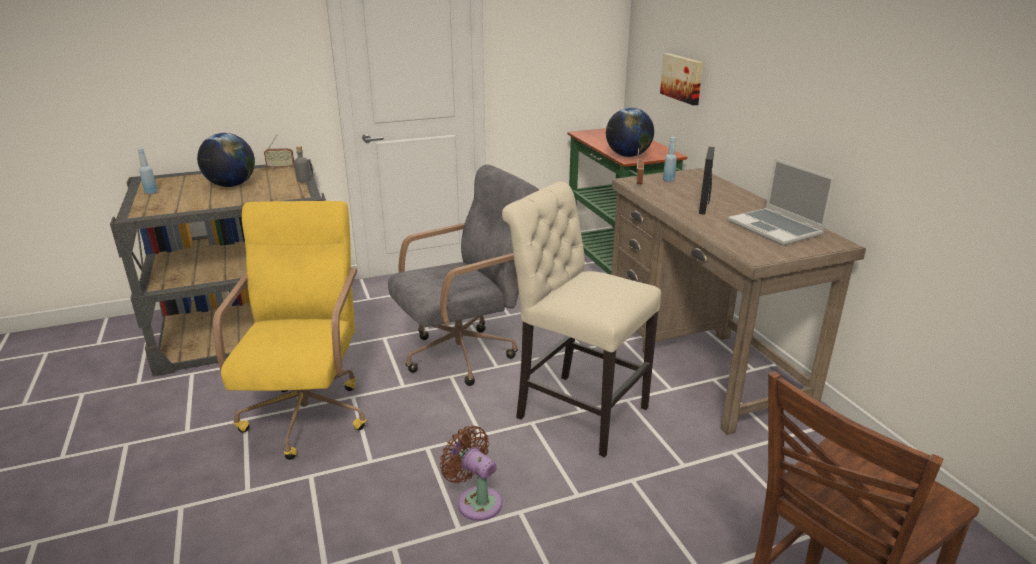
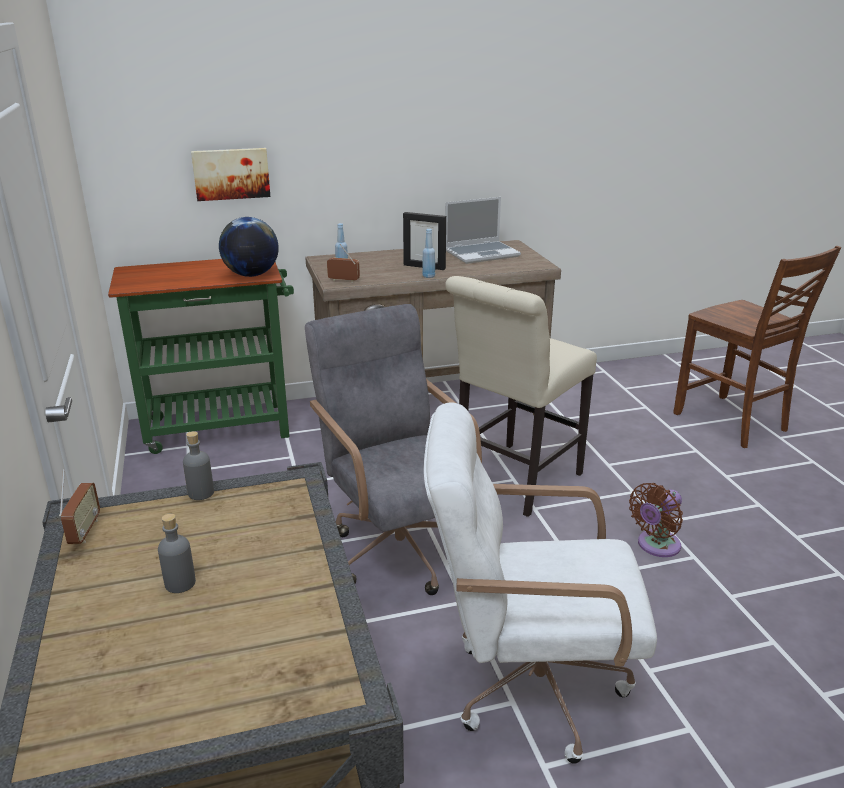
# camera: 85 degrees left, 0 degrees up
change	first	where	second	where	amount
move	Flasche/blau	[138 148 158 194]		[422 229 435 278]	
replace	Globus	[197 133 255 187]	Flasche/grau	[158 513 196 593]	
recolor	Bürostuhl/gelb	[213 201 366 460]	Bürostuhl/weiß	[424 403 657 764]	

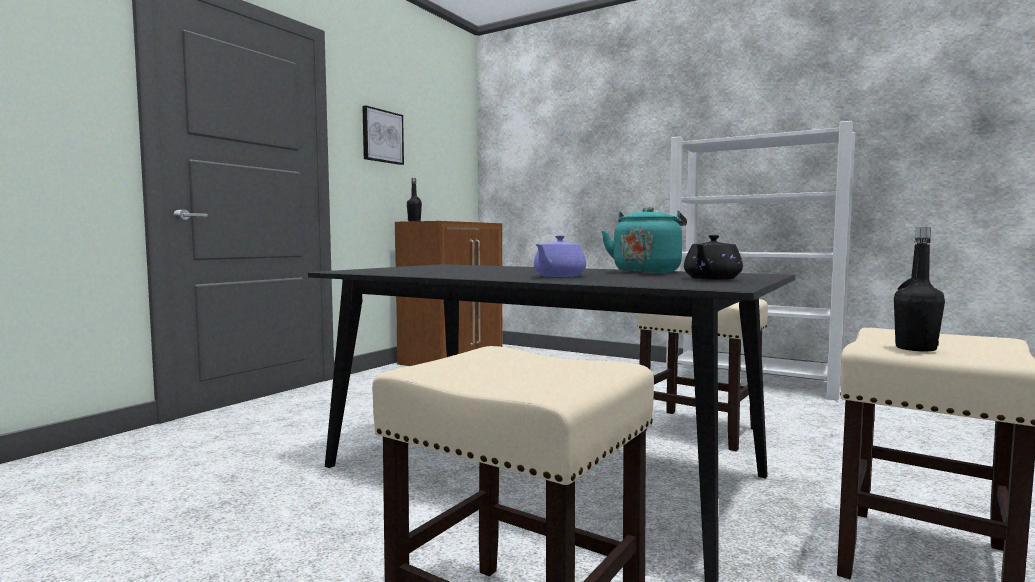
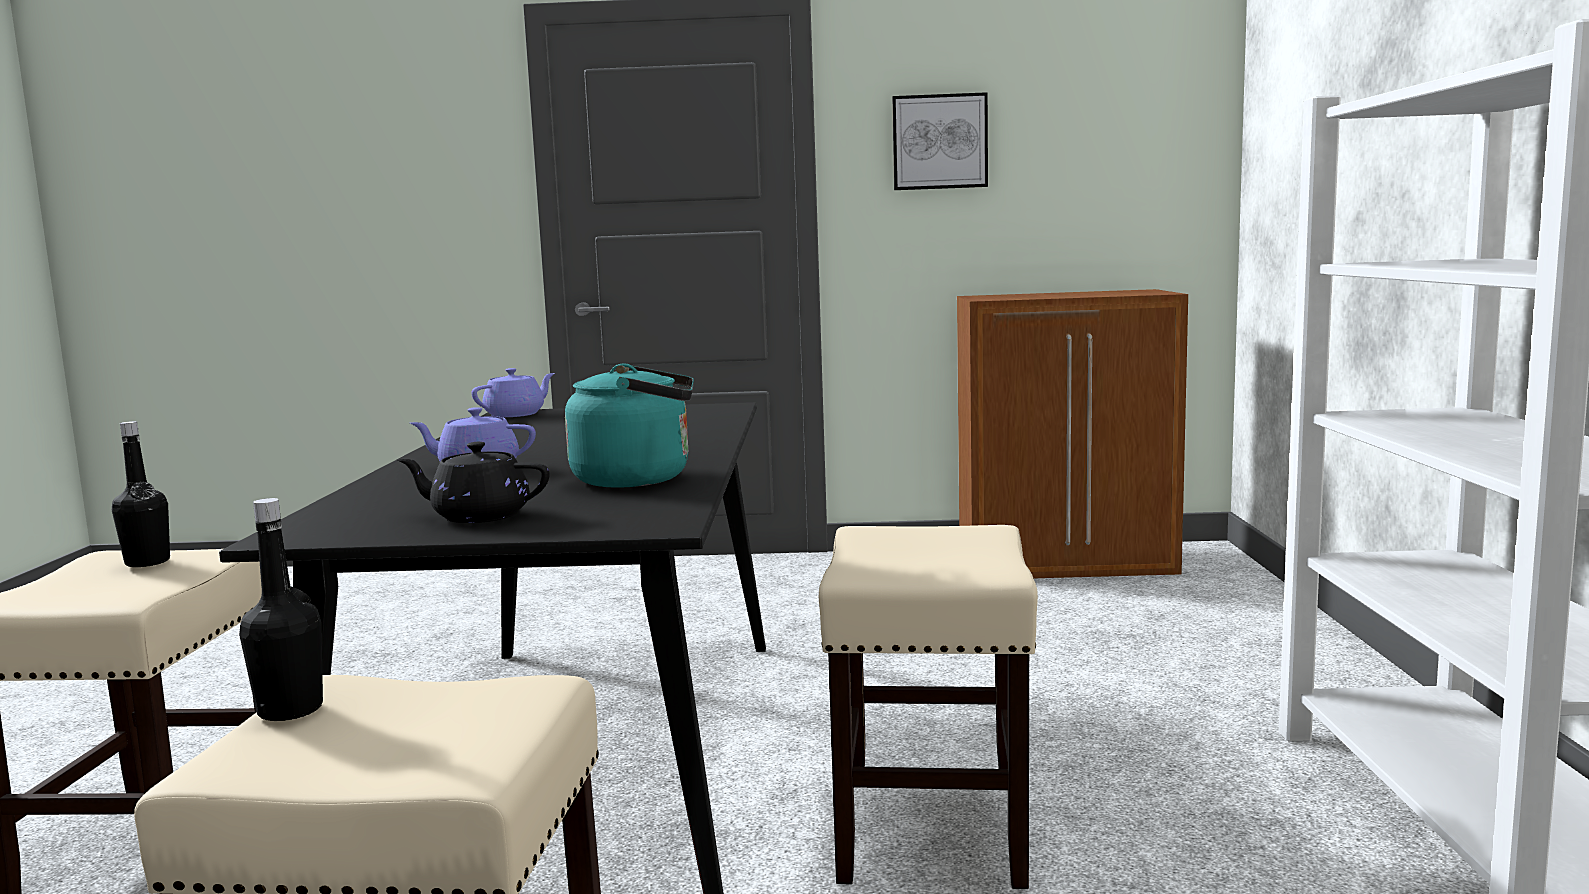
# camera: 60 degrees right, 5 degrees up
change	first	where	second	where	amount
move	Flasche/schwarz	[407 178 422 221]		[112 421 170 567]	
insert			Teekanne/lila	[471 368 555 417]	

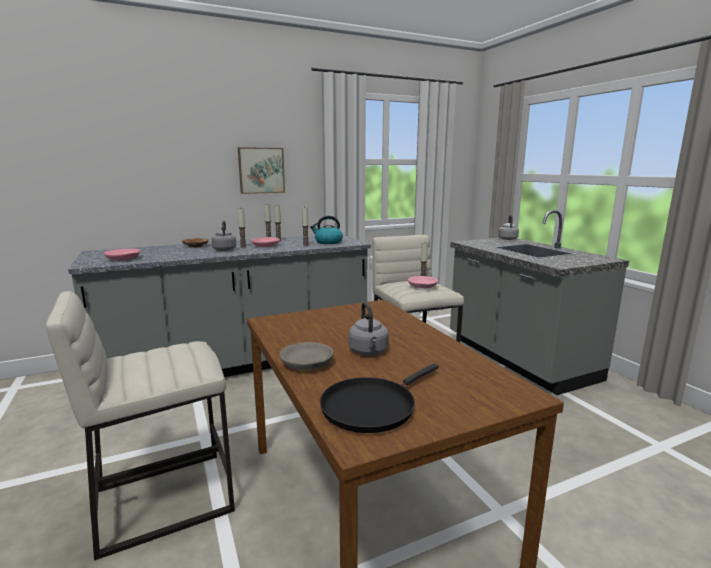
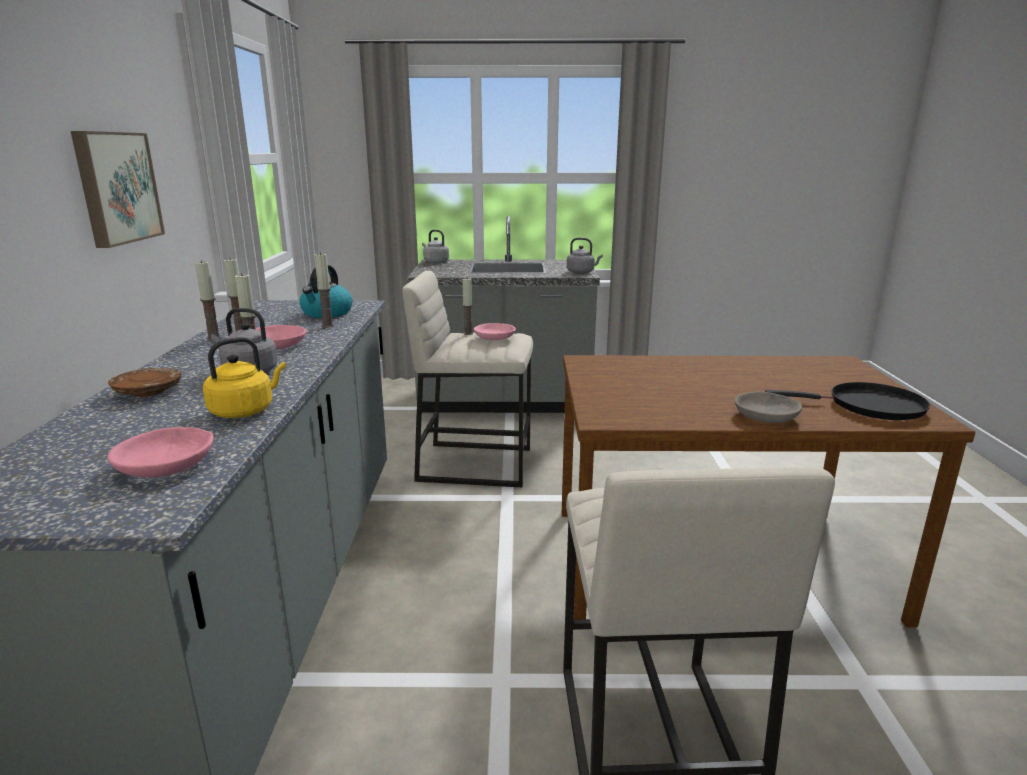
# camera: 65 degrees left, 5 degrees up
change	first	where	second	where	amount
rotate	Pfanne/schwarz	[320 364 439 433]		[765 382 930 420]	60 degrees counterclockwise
move	Wasserkessel/grau	[349 302 389 355]		[567 238 603 274]	
insert			Wasserkessel/gelb	[203 337 286 418]	

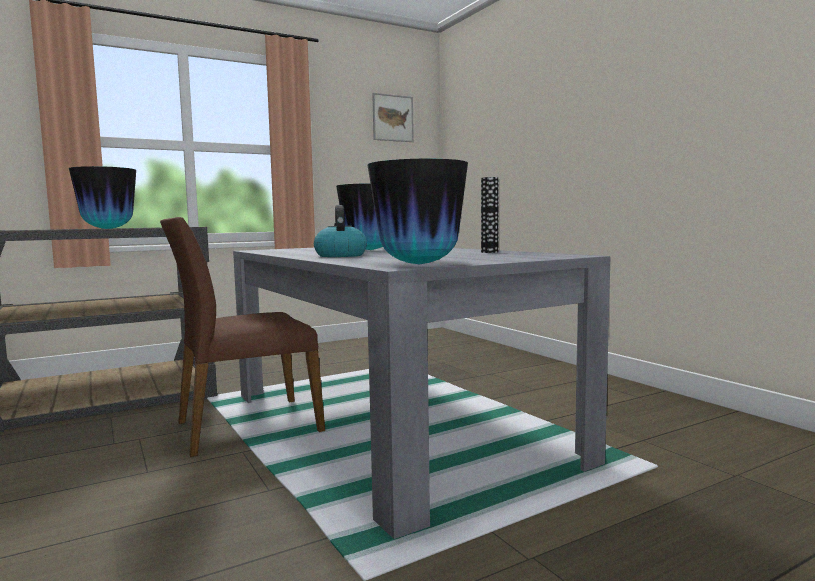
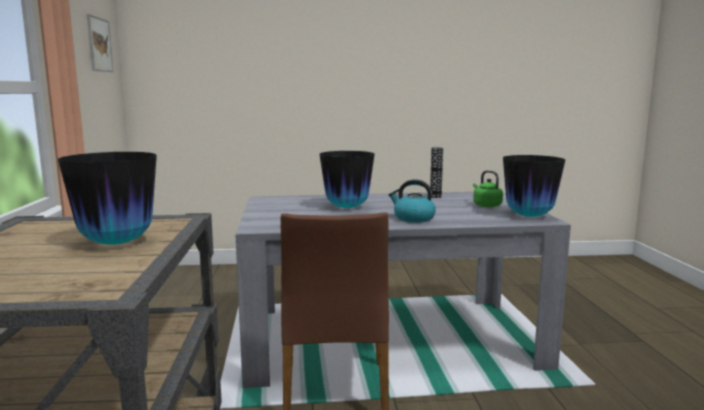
# camera: 65 degrees left, 5 degrees up
change	first	where	second	where	amount
insert			Wasserkessel/grün	[473 170 503 207]	

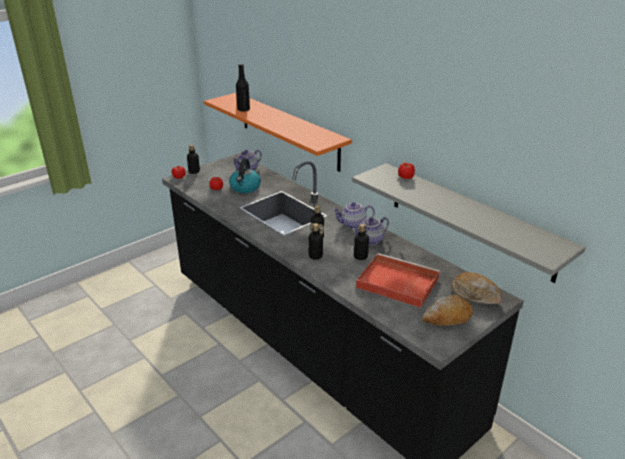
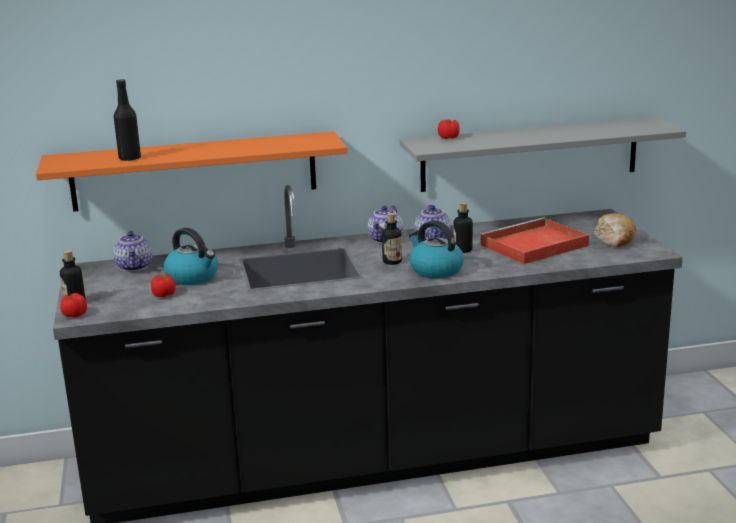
# camera: 60 degrees left, 10 degrees down
change	first	where	second	where	amount
replace	Flasche	[308 223 323 260]	Wasserkessel	[408 220 464 278]	
delete	Brot	[452 272 502 304]			

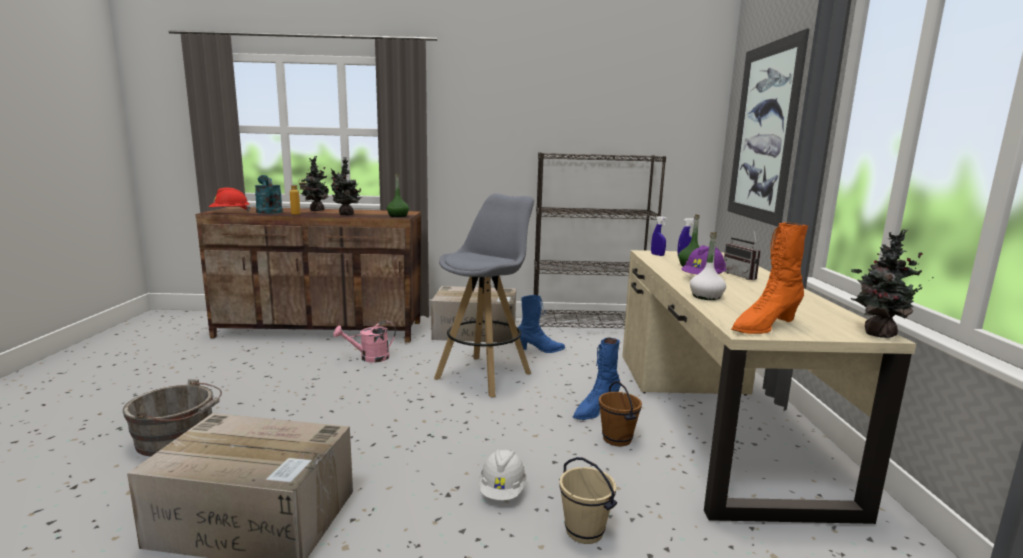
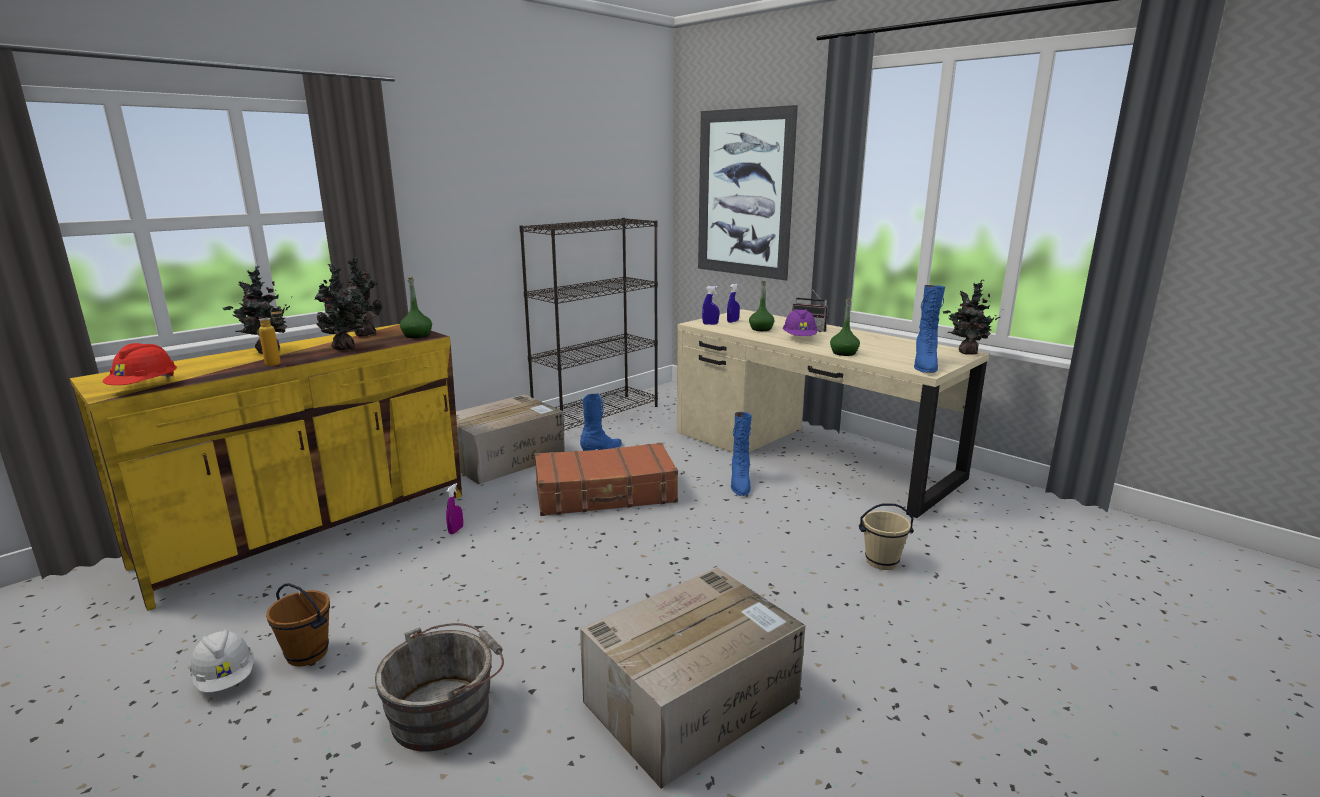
# camera: 45 degrees left, 5 degrees up
change	first	where	second	where	amount
recolor	Schrank/braun	[195 207 421 342]	Schrank/gelb	[70 324 462 611]	
delete	Gießkanne/türkis	[255 175 283 214]			
replace	Gießkanne/rosa	[333 321 396 362]	Sprühflasche/lila	[446 483 463 534]	
replace	Hocker/grau	[434 193 534 397]	Koffer/braun	[535 443 678 516]	
move	Schutzhelm/weiß	[479 449 527 500]		[189 630 254 693]	
move	Eimer/braun	[599 381 642 446]		[266 583 330 666]	
recolor	Flasche/weiß	[690 232 726 300]	Flasche/grün	[830 298 860 356]	
recolor	Stiefel/orange	[731 222 808 334]	Stiefel/blau	[914 285 945 373]	
insert			Topfpflanze	[343 257 383 336]	

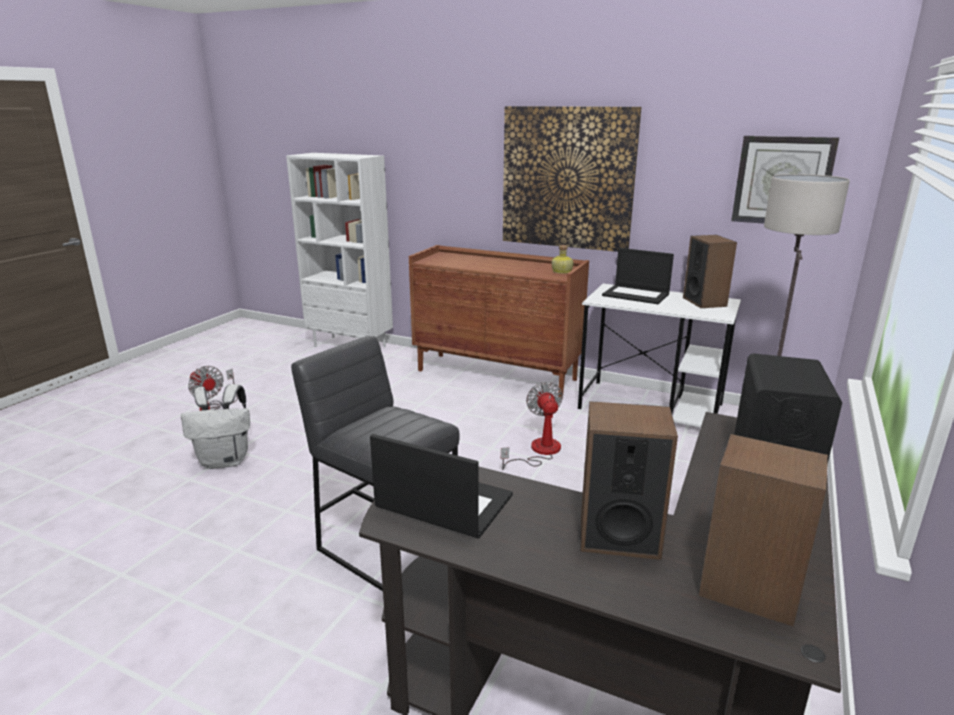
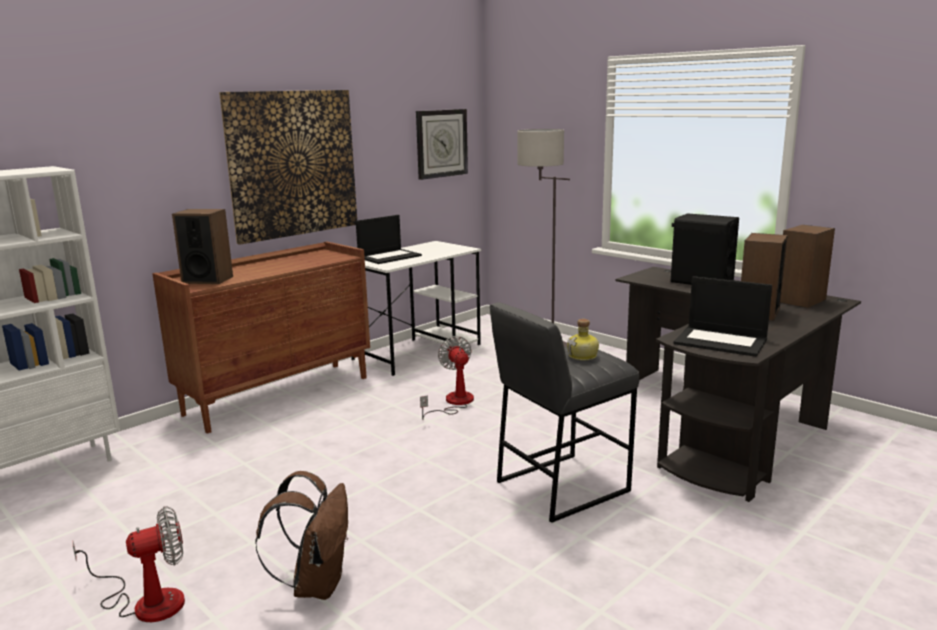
# camera: 70 degrees left, 5 degrees down
change	first	where	second	where	amount
recolor	Rucksack/weiß	[181 384 250 469]	Rucksack/braun	[255 471 348 600]	
rotate	Laptop	[370 434 513 539]		[673 276 772 357]	105 degrees counterclockwise
rotate	Ventilator	[501 382 563 470]		[420 336 474 420]	60 degrees clockwise
move	Flasche	[552 245 574 274]		[567 319 599 360]	
move	Lautsprecher	[683 235 737 308]		[172 209 233 284]	

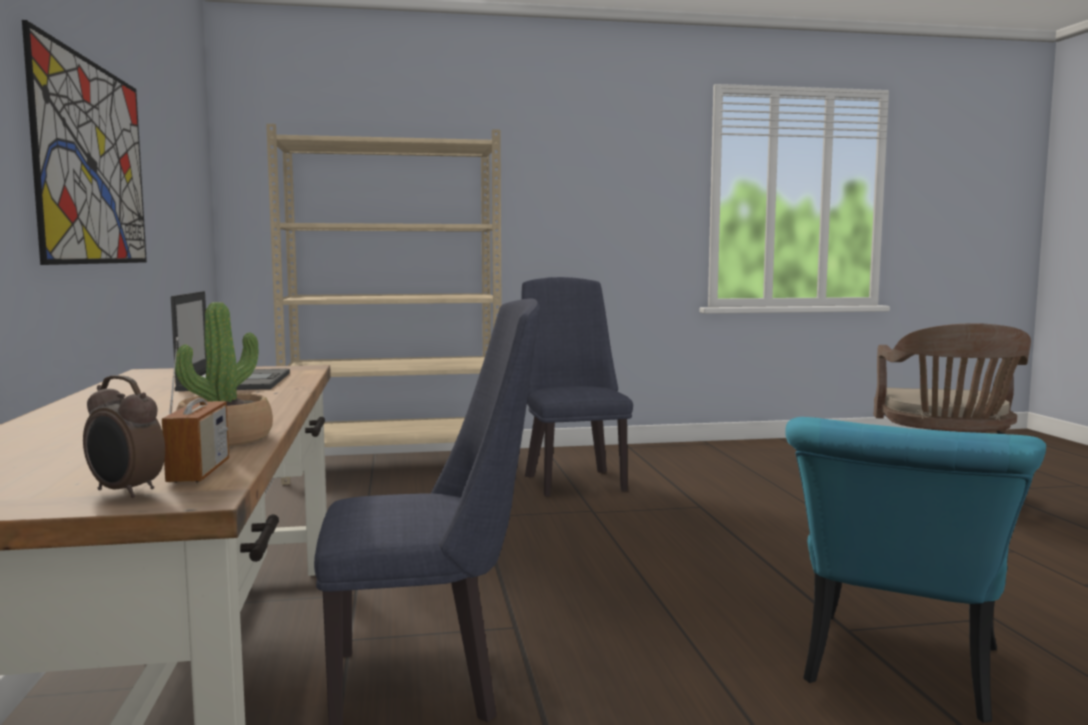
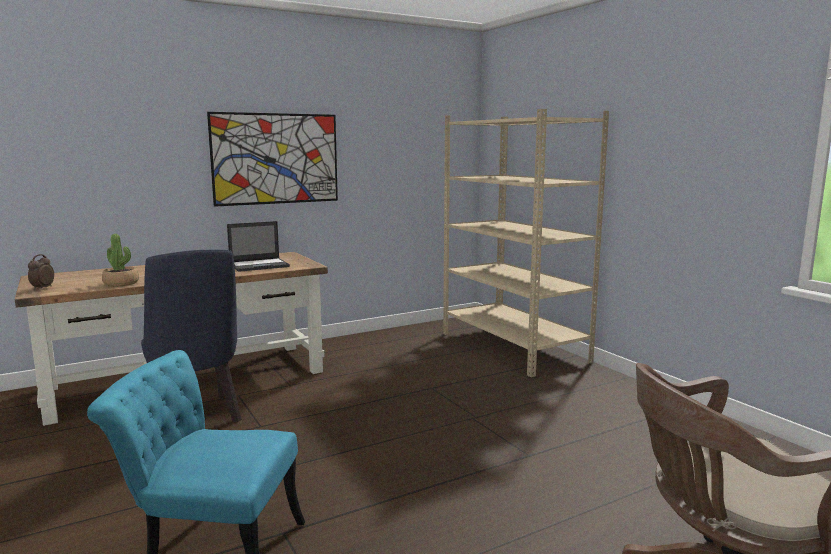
# camera: 70 degrees right, 5 degrees up
change	first	where	second	where	amount
delete	Radio	[162 337 229 483]			
delete	Stuhl/blau	[521 277 633 497]			

